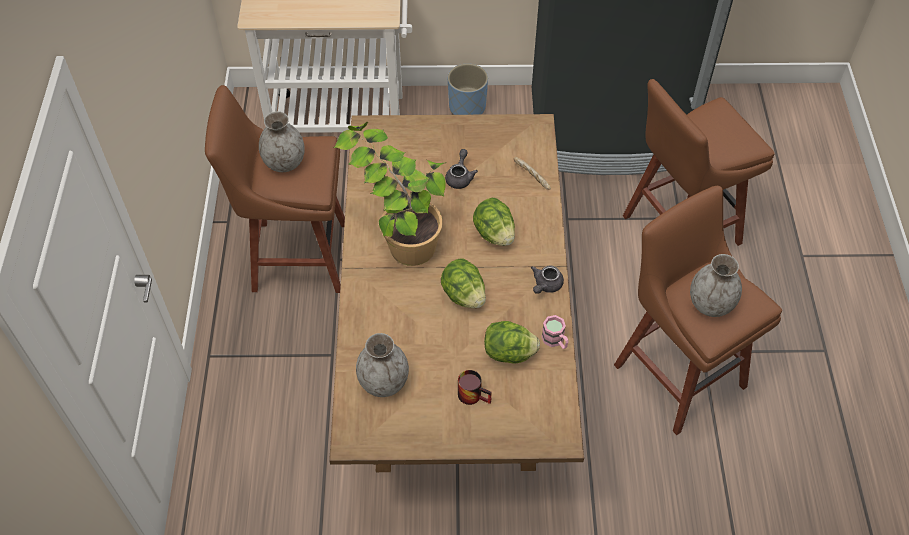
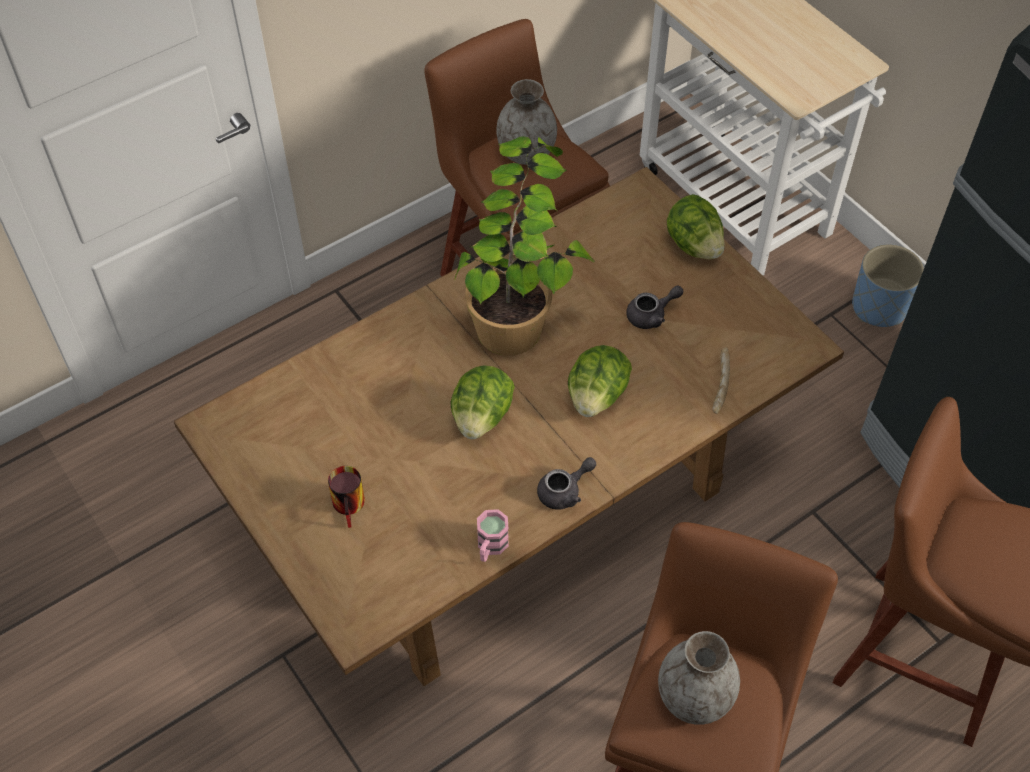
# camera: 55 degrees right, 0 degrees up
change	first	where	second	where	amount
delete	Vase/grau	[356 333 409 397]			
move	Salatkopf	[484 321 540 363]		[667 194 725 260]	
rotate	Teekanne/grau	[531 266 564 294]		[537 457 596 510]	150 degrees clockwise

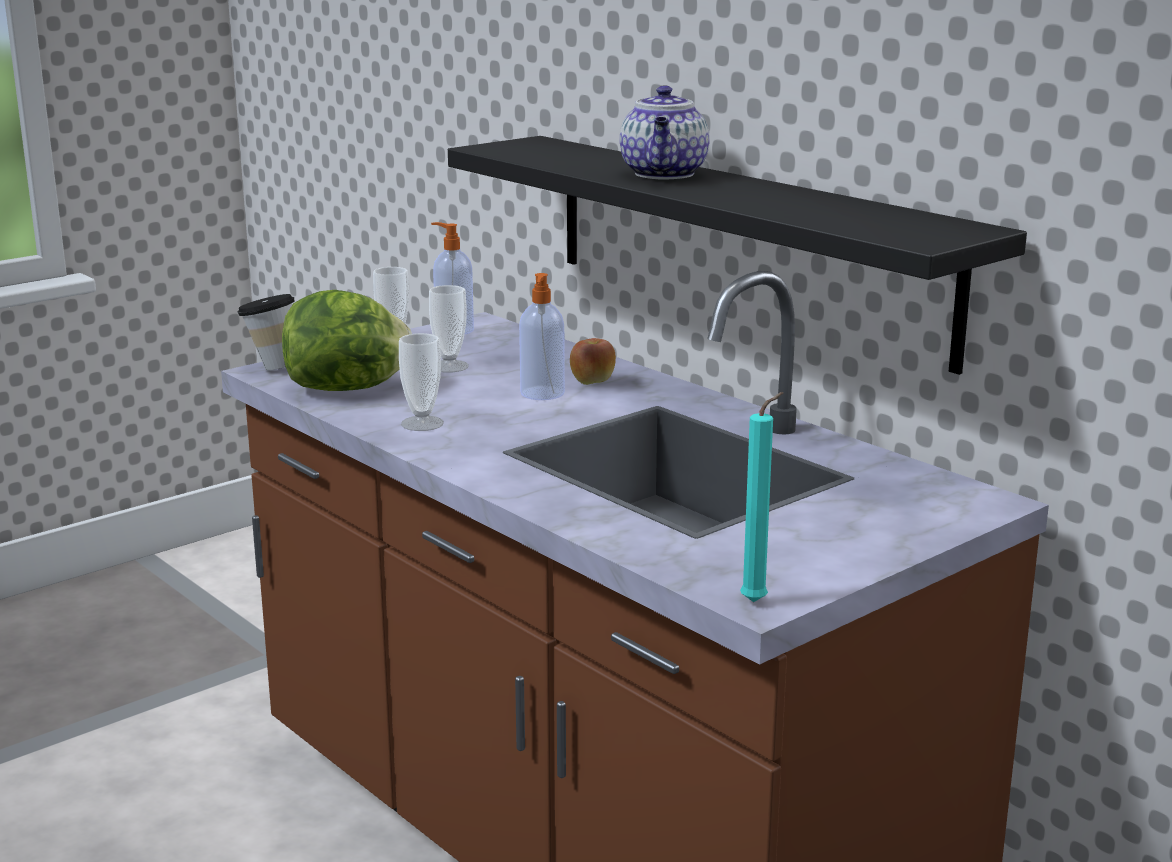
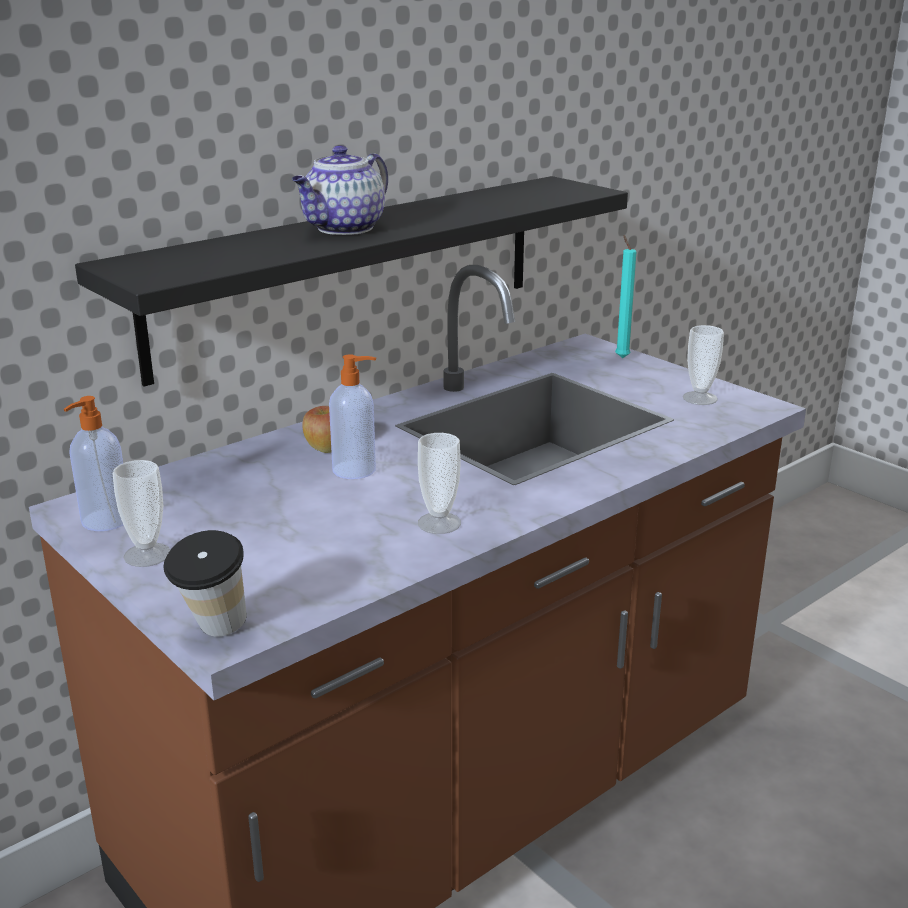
# camera: 90 degrees left, 5 degrees up
change	first	where	second	where	amount
delete	Salatkopf	[282 290 412 391]			
move	Tasse	[429 285 469 373]		[683 325 724 405]	
rotate	Teekanne	[620 85 710 180]		[292 145 388 235]	120 degrees clockwise
move	Kerze/türkis	[740 392 784 602]		[615 235 637 358]	

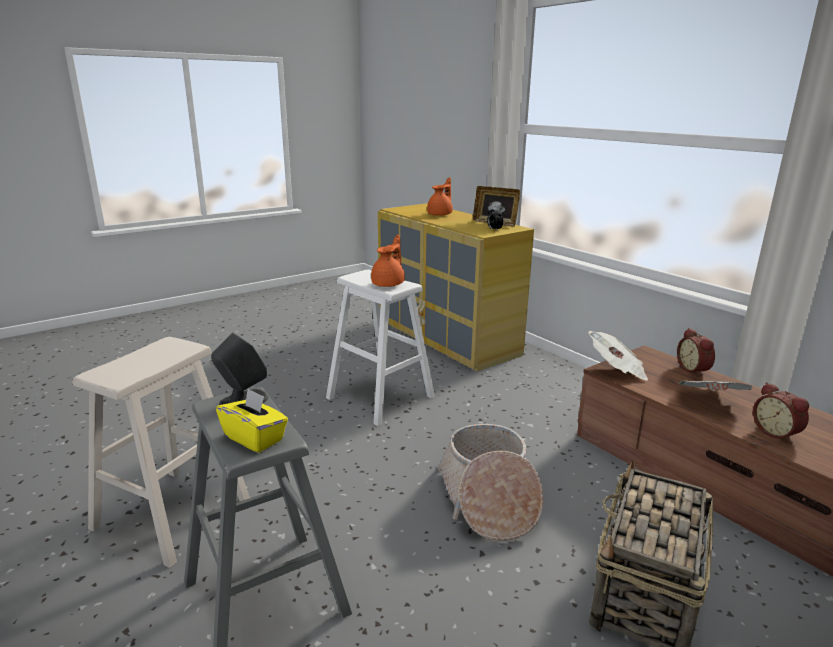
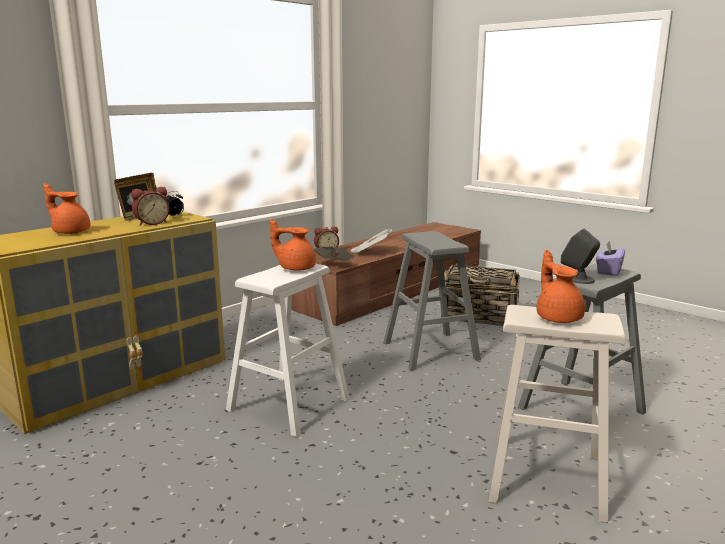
# camera: 100 degrees left, 5 degrees down
change	first	where	second	where	amount
recolor	Taschentuchbox/gelb	[216 388 288 453]	Taschentuchbox/lila	[596 241 625 276]	
replace	Korb	[437 424 543 541]	Hocker/grau	[384 231 481 371]	
move	Wecker	[753 382 809 443]		[131 187 170 226]	
insert			Teekanne/orange	[537 250 585 323]	

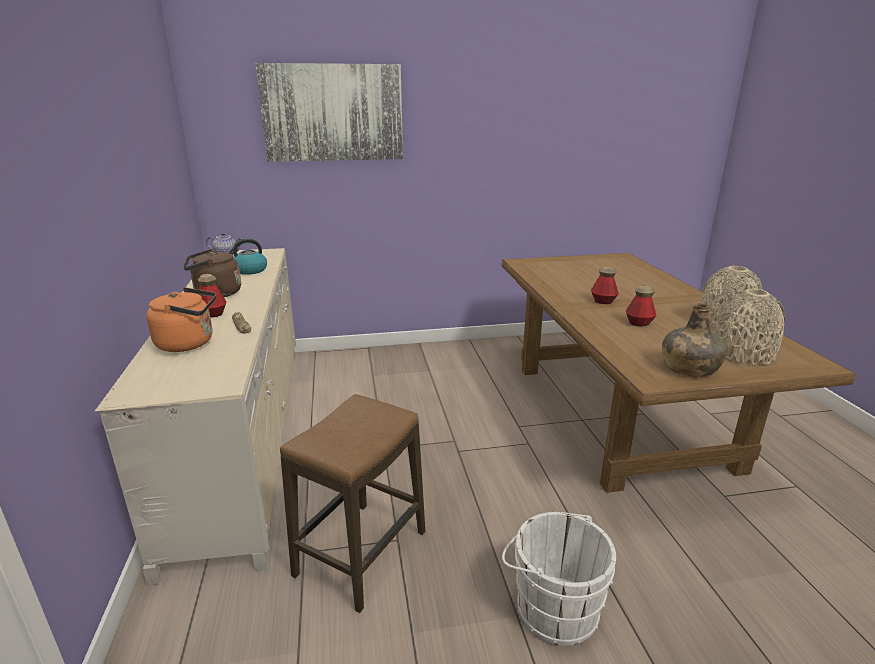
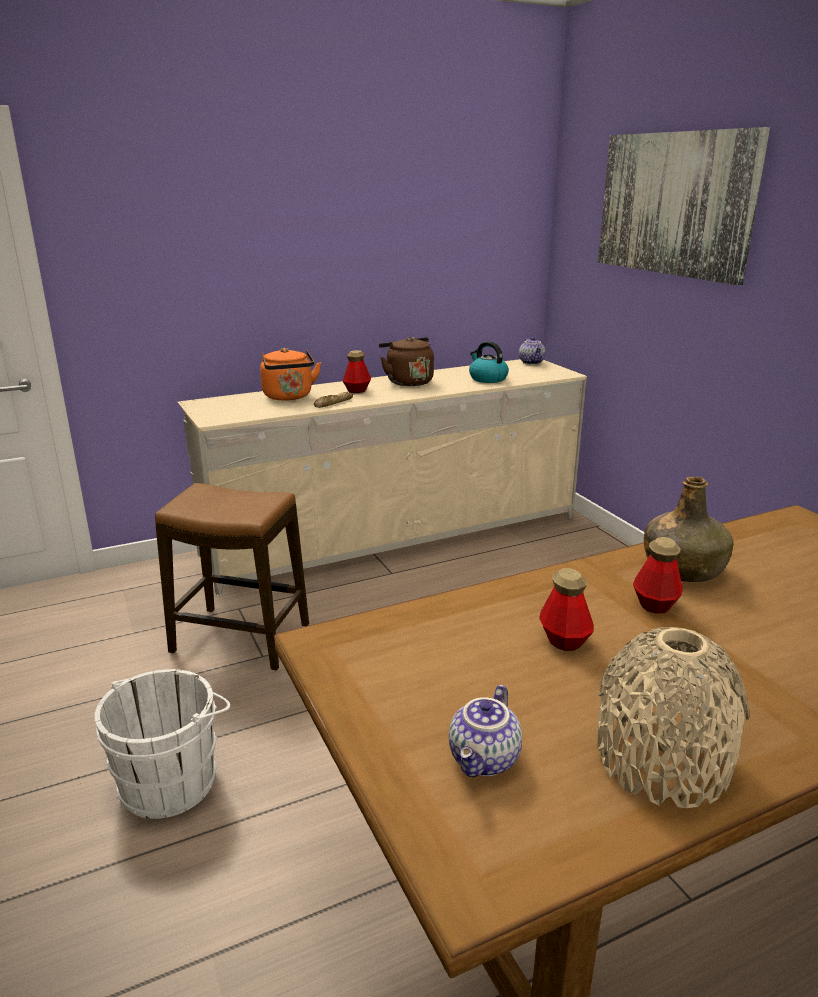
# camera: 75 degrees right, 0 degrees up
change	first	where	second	where	amount
move	Flasche/grün	[662 303 727 377]		[644 477 733 582]	
replace	Vase/beige	[713 289 786 365]	Teekanne	[449 685 522 777]	

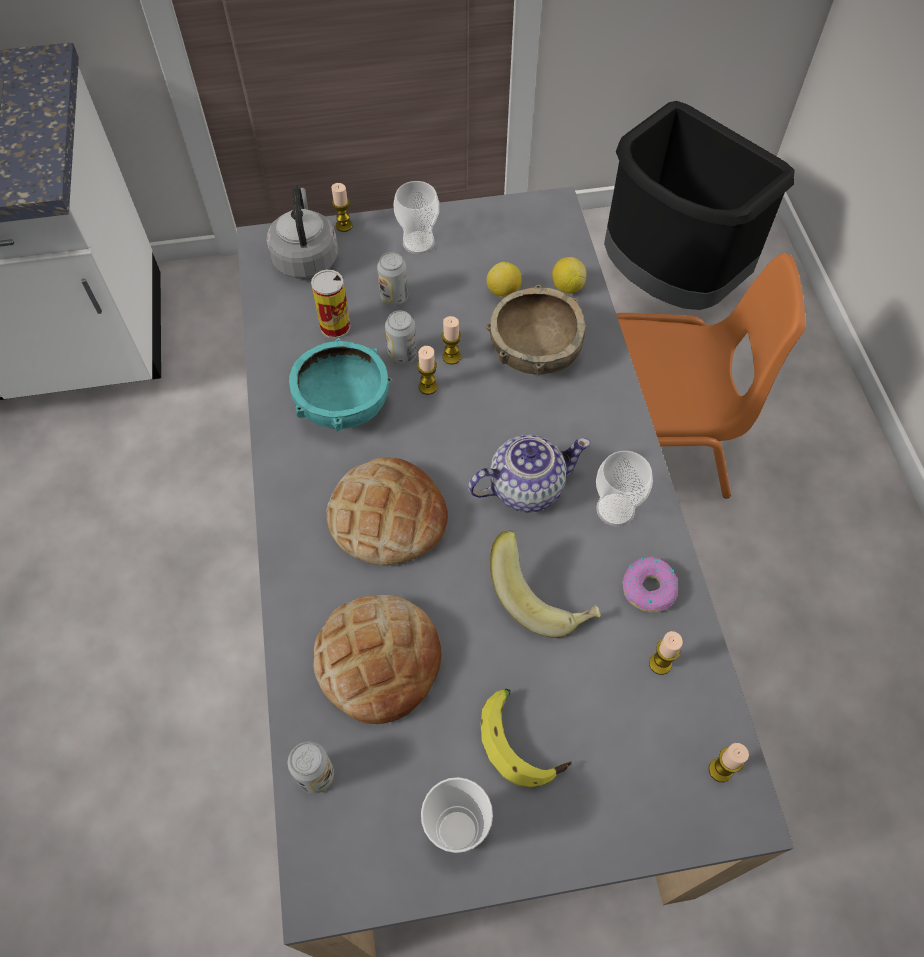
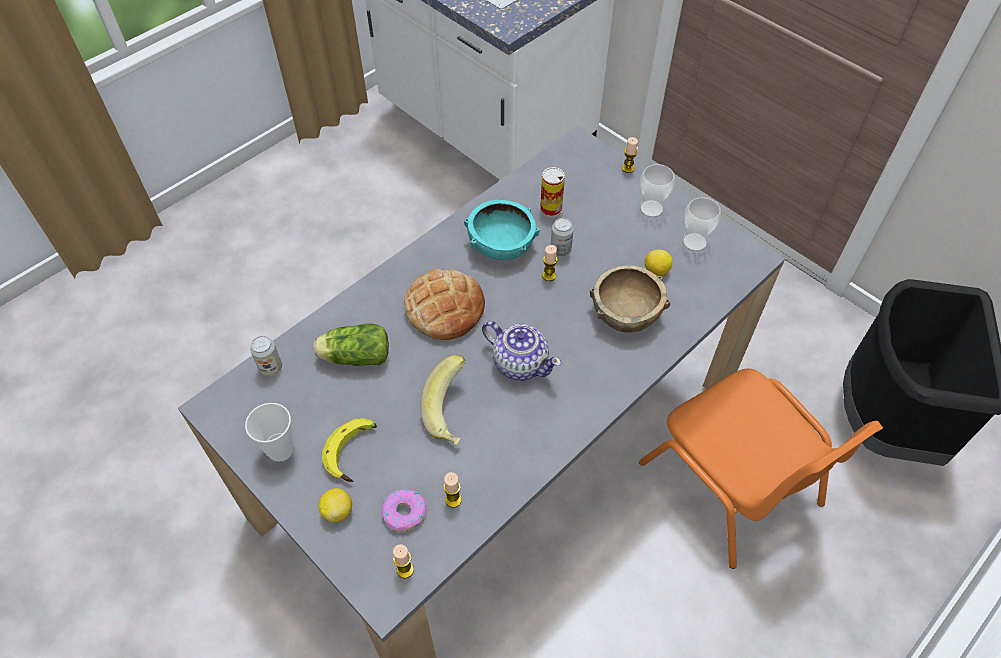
# camera: 55 degrees right, 5 degrees down
change	first	where	second	where	amount
delete	Wasserkessel/grau	[267 185 338 279]			
replace	Brot	[313 595 441 724]	Salatkopf	[313 323 389 366]	
delete	Dose	[377 252 408 306]			
delete	Kerze	[442 316 461 365]			
move	Zitrone	[552 257 586 293]		[318 488 352 523]	
move	Tasse	[596 451 653 526]		[682 197 721 252]	
move	Donut	[623 557 678 612]		[382 488 427 532]	

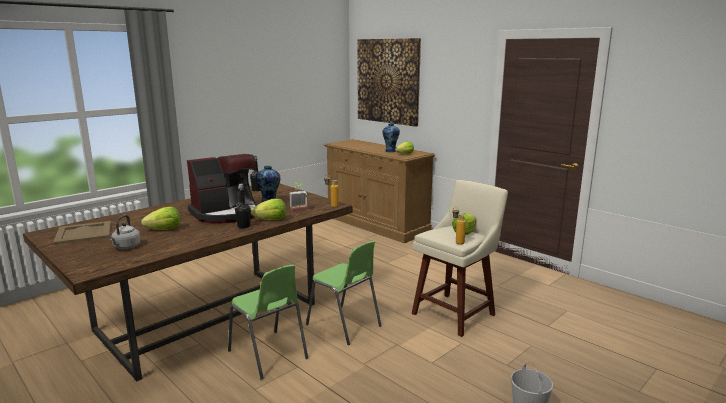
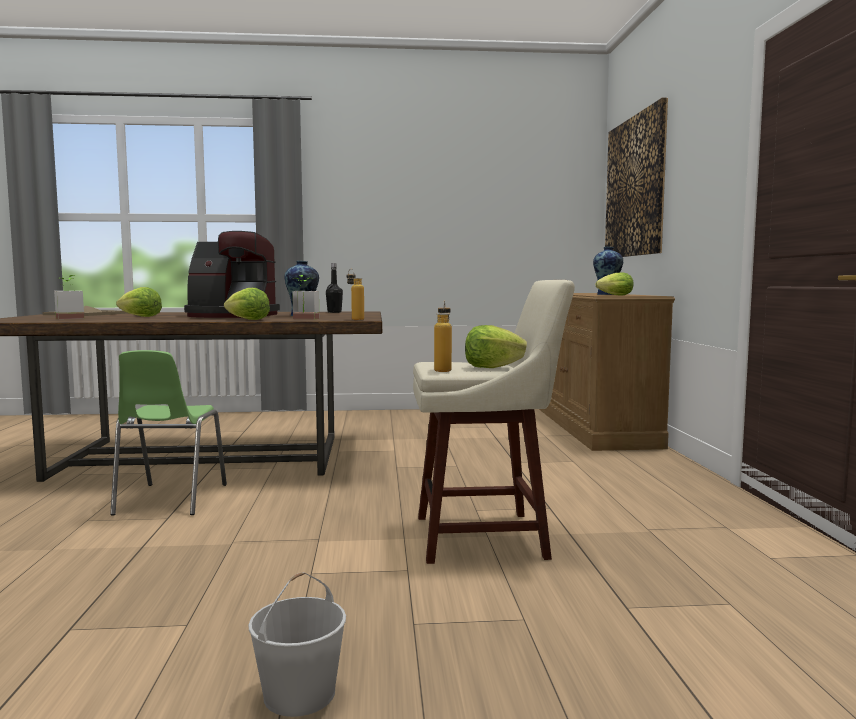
# camera: 40 degrees right, 10 degrees down
change	first	where	second	where	amount
replace	Wasserkessel/grau	[109 215 141 249]	Topfpflanze	[54 275 84 319]	
delete	Flasche/schwarz	[235 184 251 228]			
delete	Stuhl/grün	[306 241 382 345]			

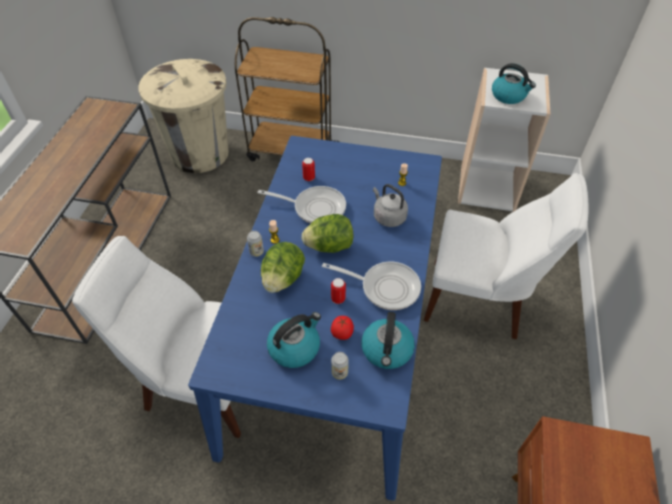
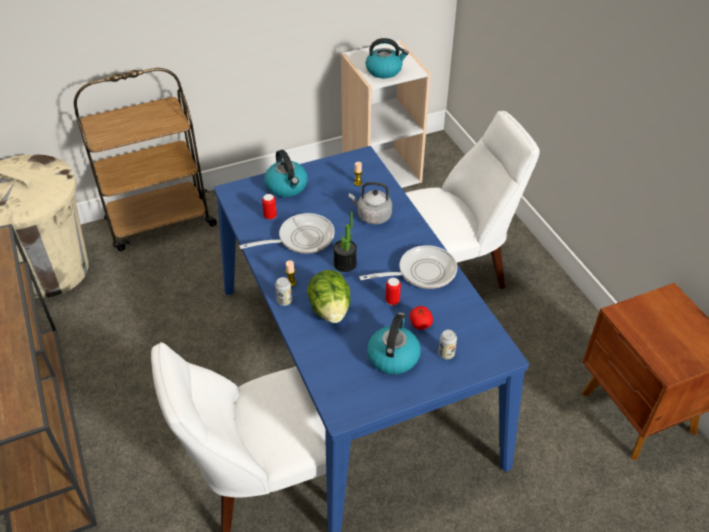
# camera: 35 degrees left, 5 degrees down
change	first	where	second	where	amount
replace	Salatkopf	[302 214 354 253]	Topfpflanze	[333 212 357 272]	
move	Wasserkessel	[361 312 415 369]		[264 150 308 197]	

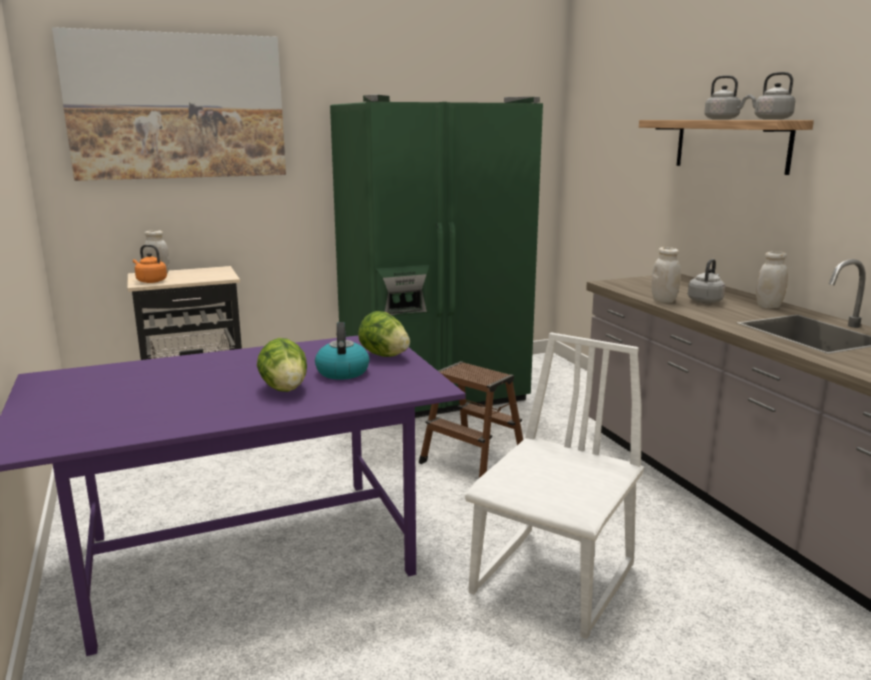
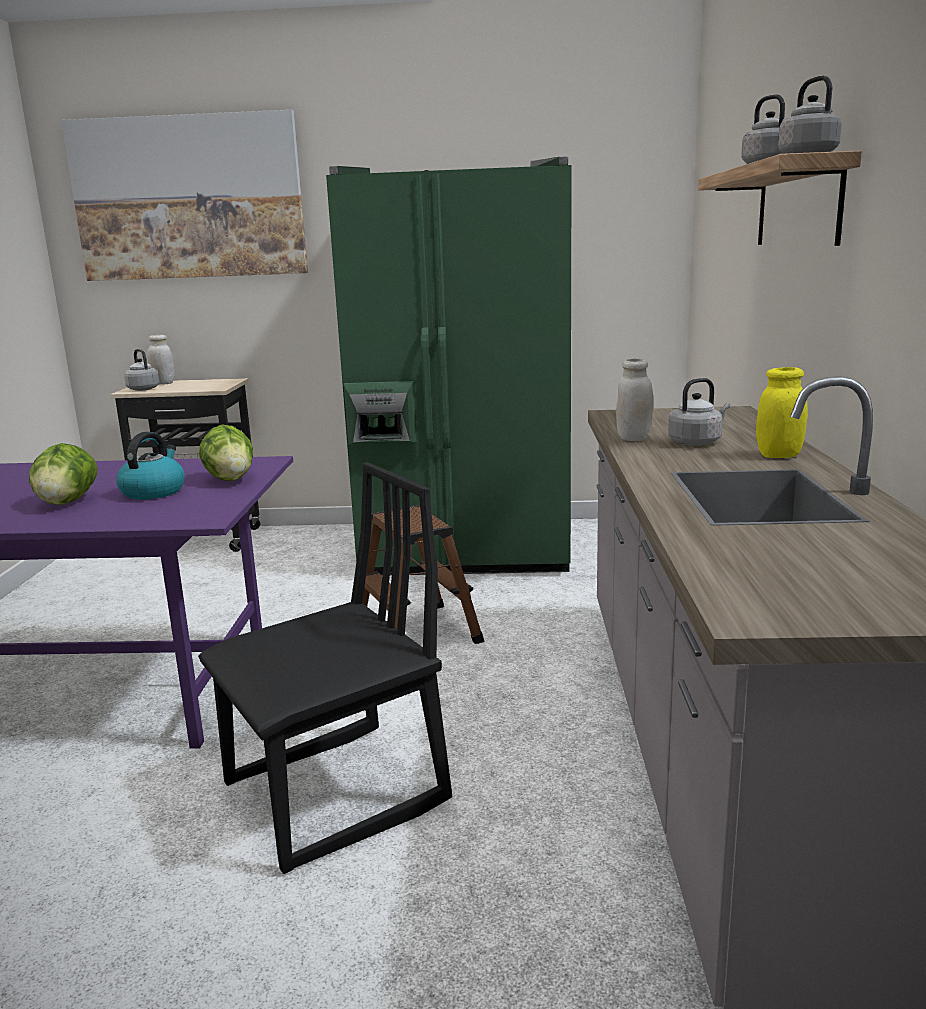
# camera: 25 degrees right, 0 degrees up
change	first	where	second	where	amount
recolor	Wasserkessel/orange	[133 245 167 283]	Wasserkessel/grau	[124 349 159 391]	
recolor	Stuhl/weiß	[465 332 644 639]	Stuhl/schwarz	[198 462 452 874]	
recolor	Vorratsglas/weiß	[756 251 788 308]	Vorratsglas/gelb	[756 367 807 458]	

